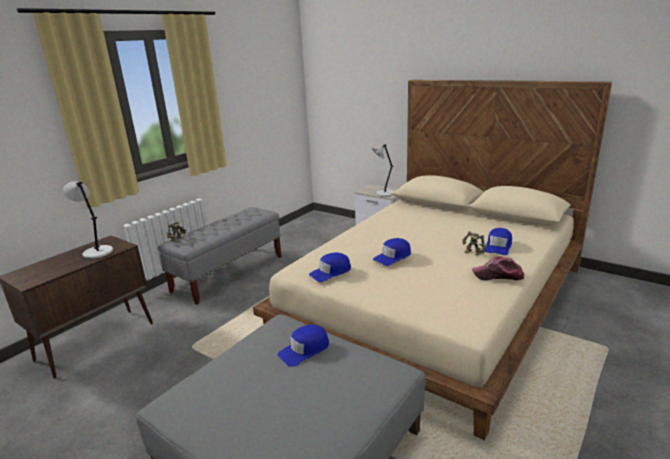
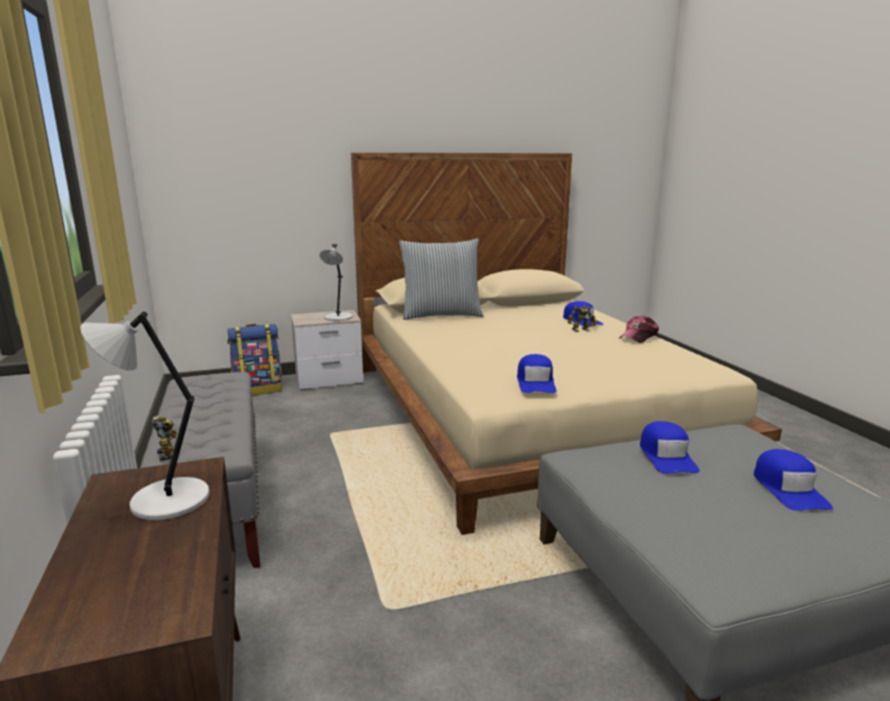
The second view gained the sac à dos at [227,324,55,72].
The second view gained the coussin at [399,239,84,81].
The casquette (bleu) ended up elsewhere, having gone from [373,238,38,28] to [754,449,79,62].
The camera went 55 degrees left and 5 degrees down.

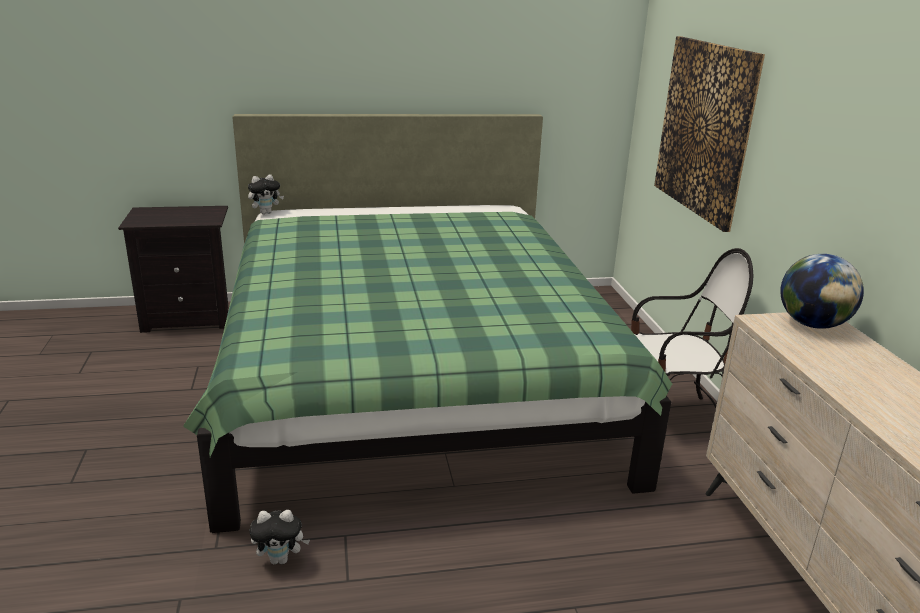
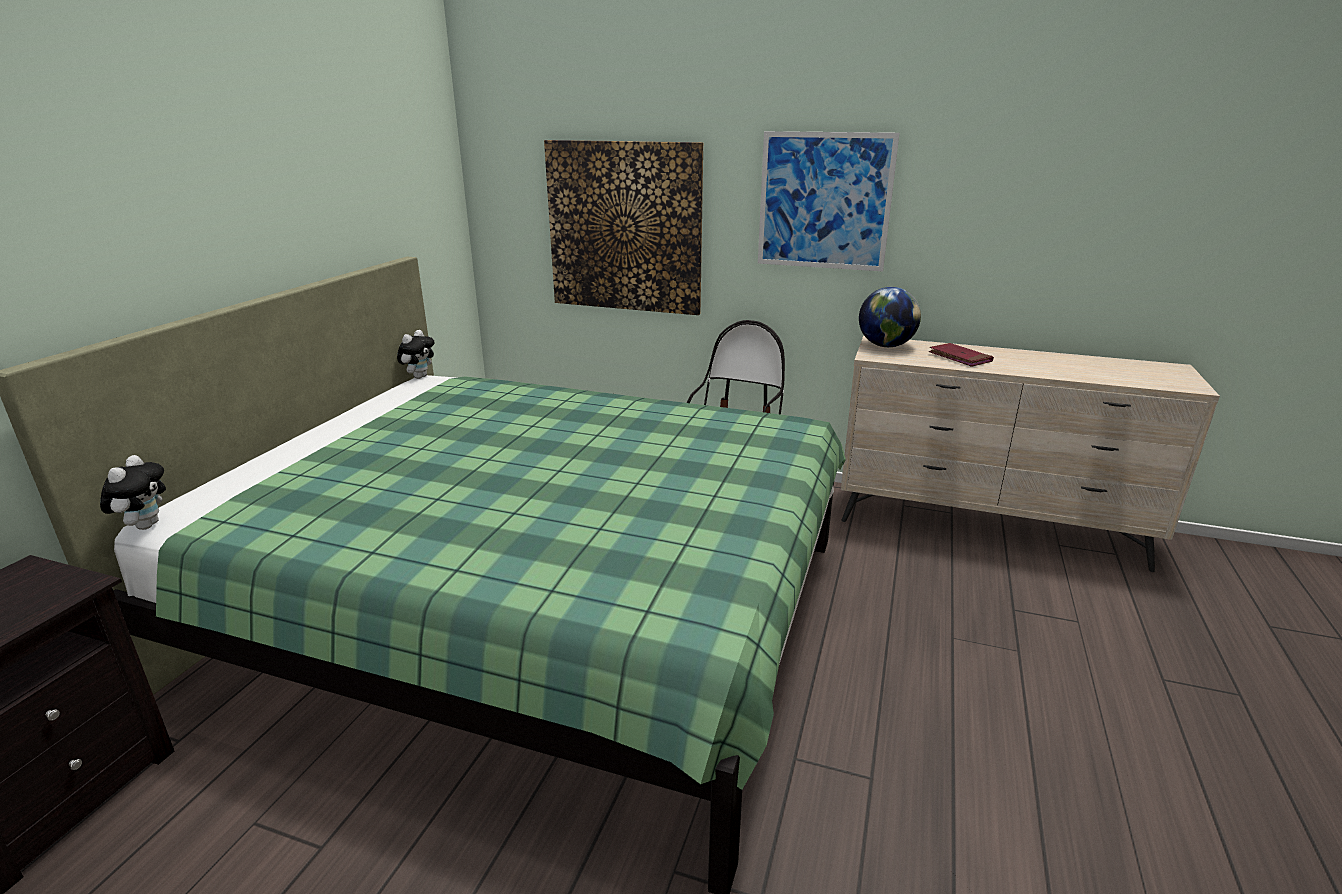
The second view gained the tableau at [758,131,142,140].
The second view gained the livre (rouge) at [929,343,65,24].
The peluche ended up elsewhere, having gone from [250,510,60,54] to [397,330,38,49].
The camera went 60 degrees left and 0 degrees up.

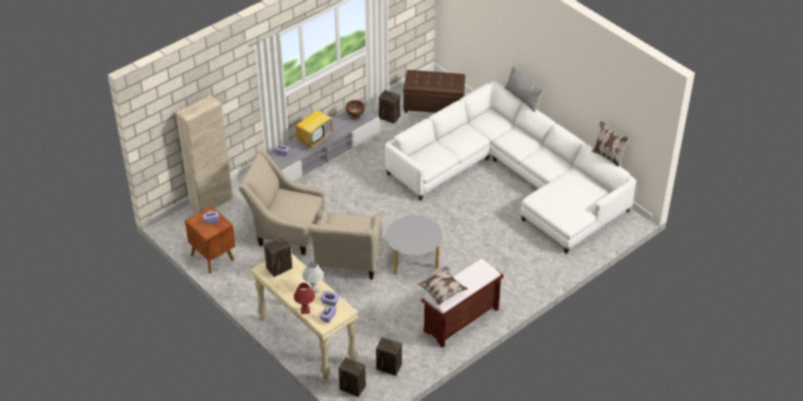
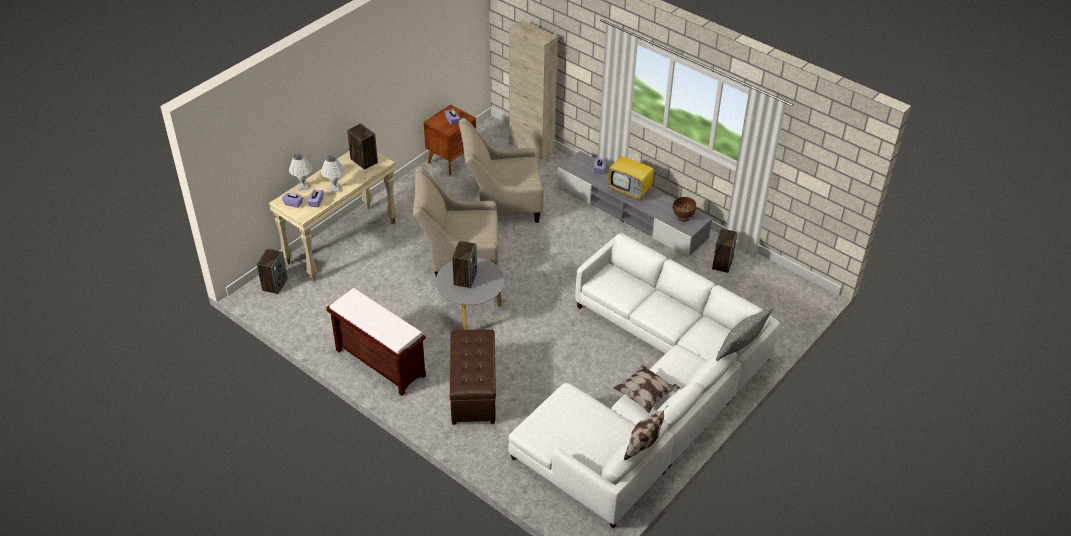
The enceinte ended up elsewhere, having gone from [376,337,26,39] to [452,241,25,48].
The pouf (marron) ended up elsewhere, having gone from [403,70,62,43] to [450,330,46,95].
The coussin ended up elsewhere, having gone from [417,267,51,39] to [613,363,67,50].
What was the lampe de table (rouge) at [294,283,21,31] turned into the lampe de table (blanc) at [289,154,24,37].
The fauteuil (beige) at [238,149,87,106] ended up facing another way, 105 degrees counterclockwise from before.
The camera went 80 degrees right and 0 degrees up.

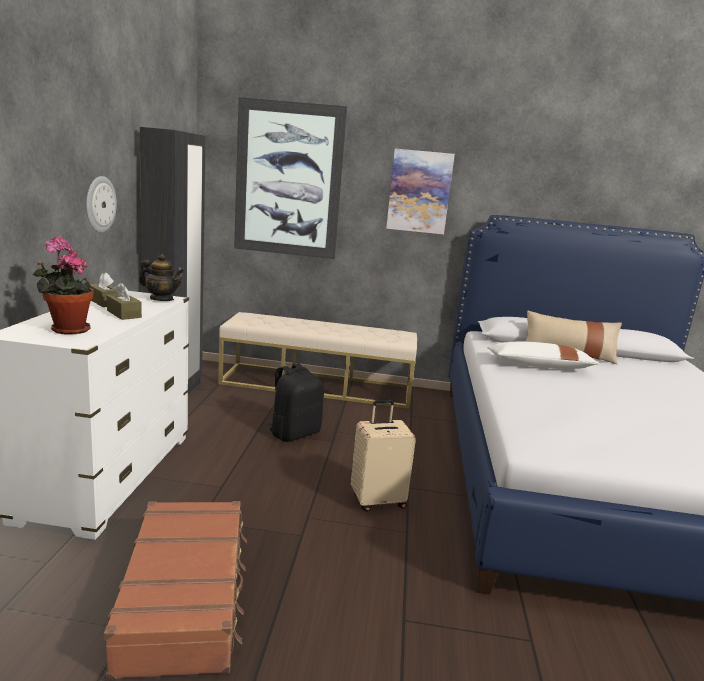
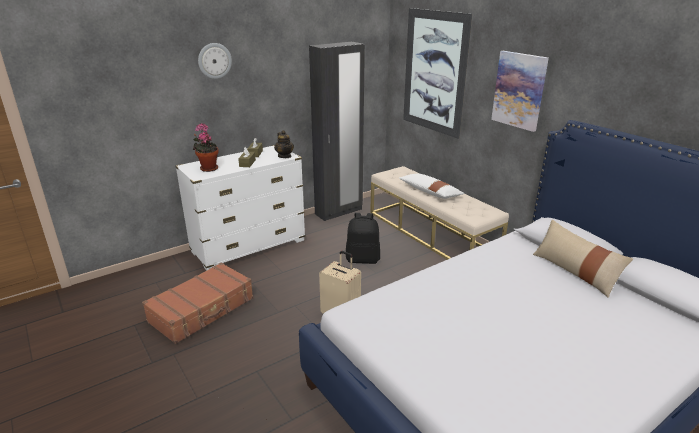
The horloge murale ended up elsewhere, having gone from [86,176,31,57] to [198,43,34,36].
The coussin (blanc) ended up elsewhere, having gone from [487,341,113,28] to [399,173,66,26].
The camera went 50 degrees right and 10 degrees up.

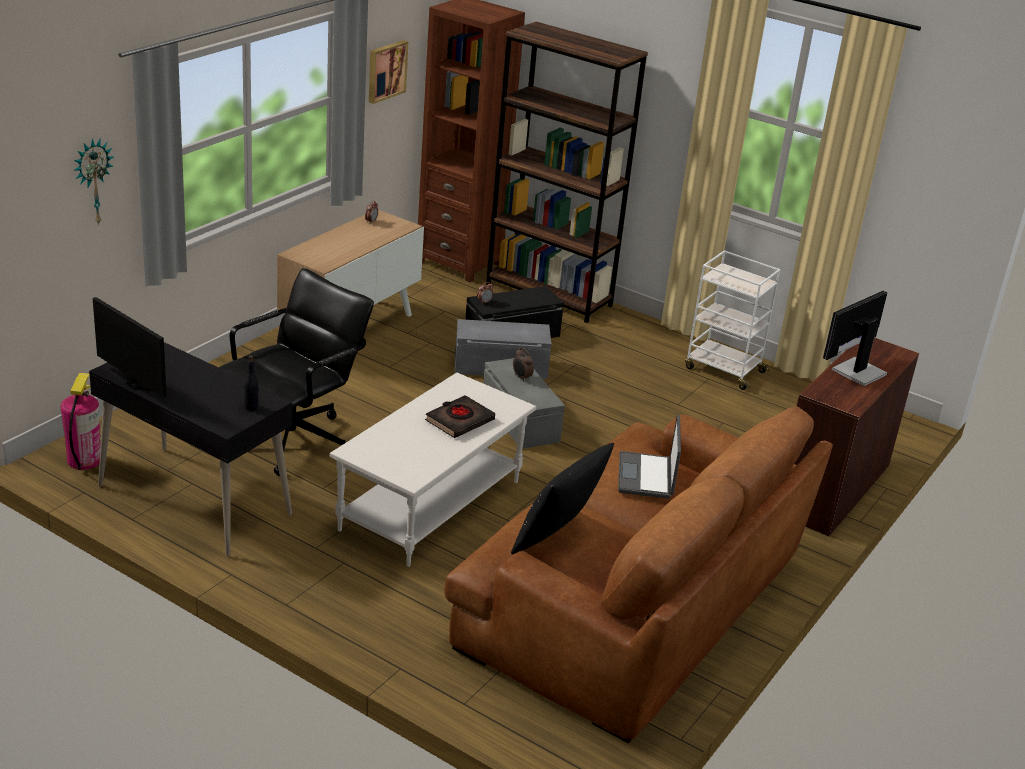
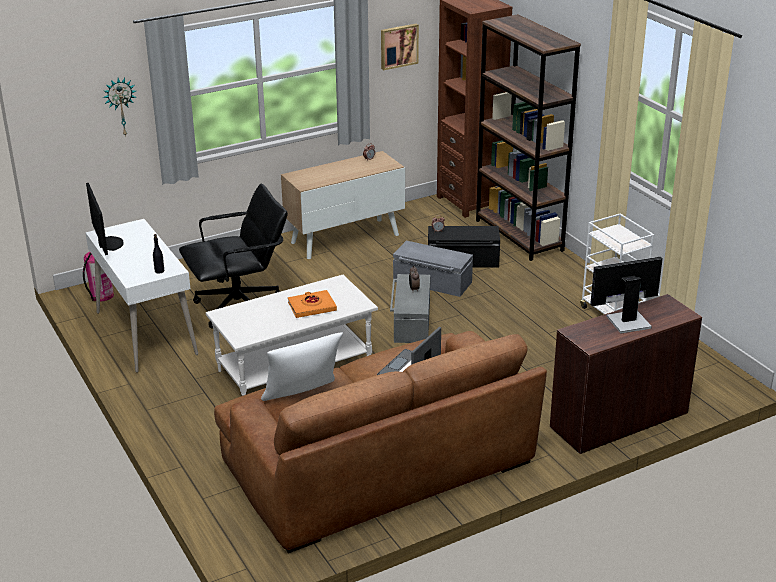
What was the bureau (noir) at [89,342,203,215] turned into the bureau (blanc) at [85,219,113,154].
What was the livre (noir) at [425,395,70,43] turned into the livre (orange) at [288,290,49,28].
What was the coussin (noir) at [511,443,103,111] turned into the coussin (blanc) at [261,333,82,68].
The camera went 30 degrees right and 0 degrees up.

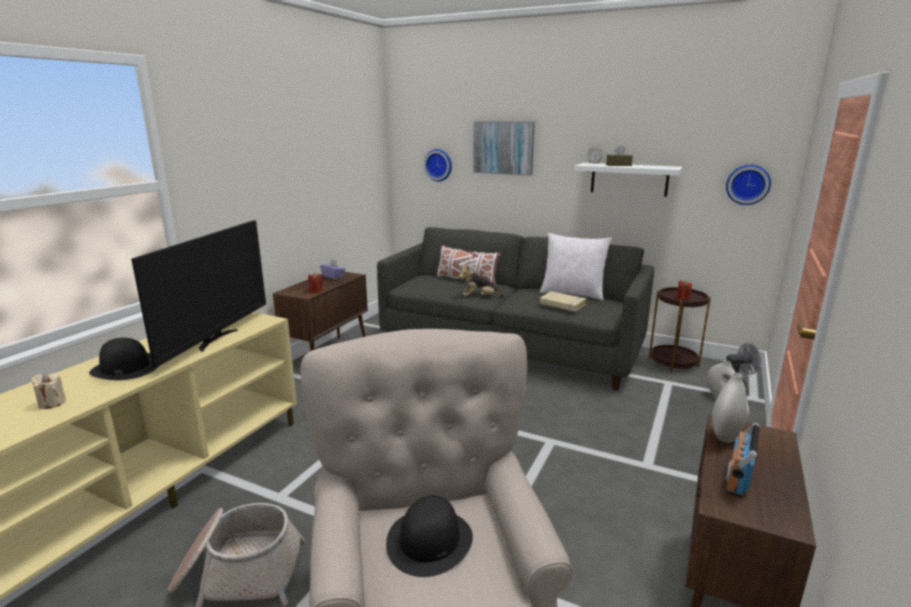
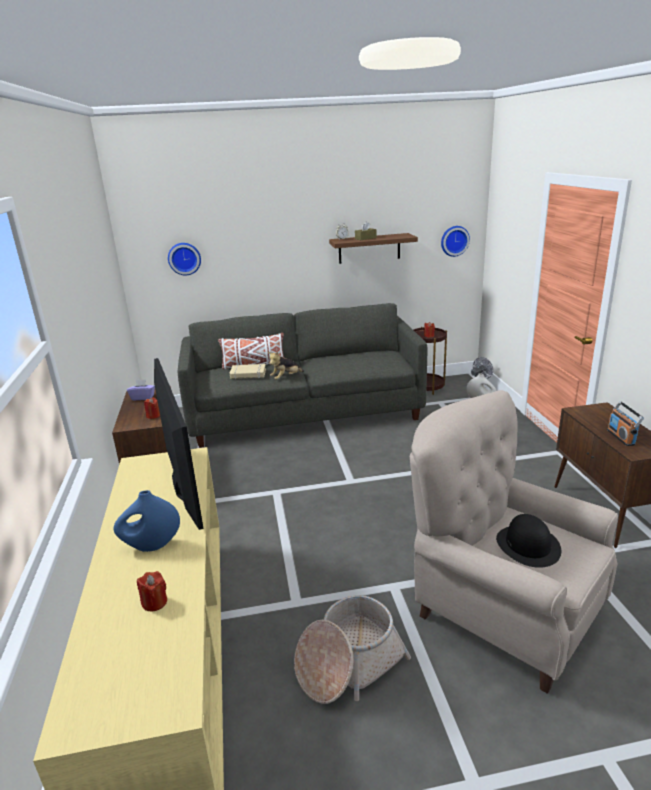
The second view lost the tableau at [473,121,62,55].
The second view lost the coussin (blanc) at [540,233,72,67].
The second view lost the vase (blanc) at [712,373,37,69].
The livre (beige) ended up elsewhere, having gone from [540,291,46,21] to [230,364,36,15].
Where the chapeau (noir) stood at [89,338,69,42], the vase (bleu) came to stand at [114,490,66,62].
What was the bougie (beige) at [31,374,35,35] turned into the bougie (rouge) at [137,571,30,41].
What was the étagère (blanc) at [574,163,109,34] turned into the étagère (marron) at [329,233,89,31].
The camera went 35 degrees left and 5 degrees up.

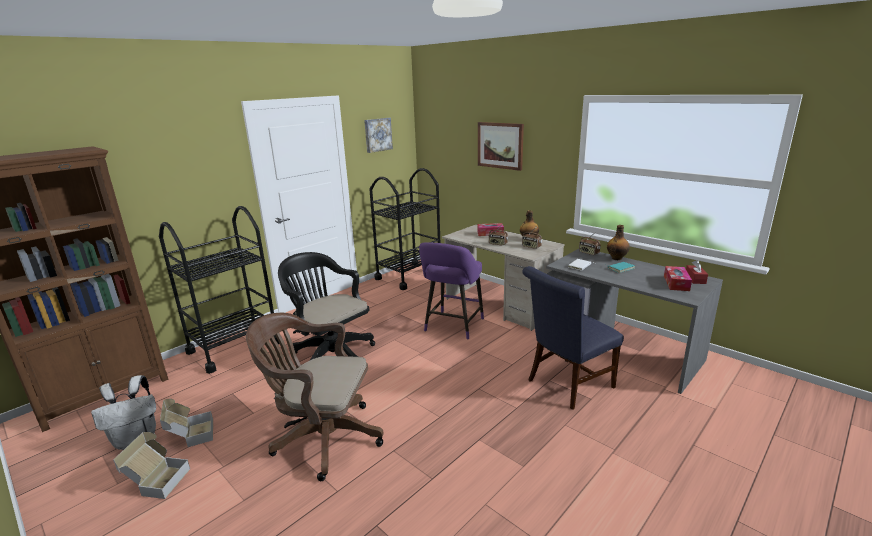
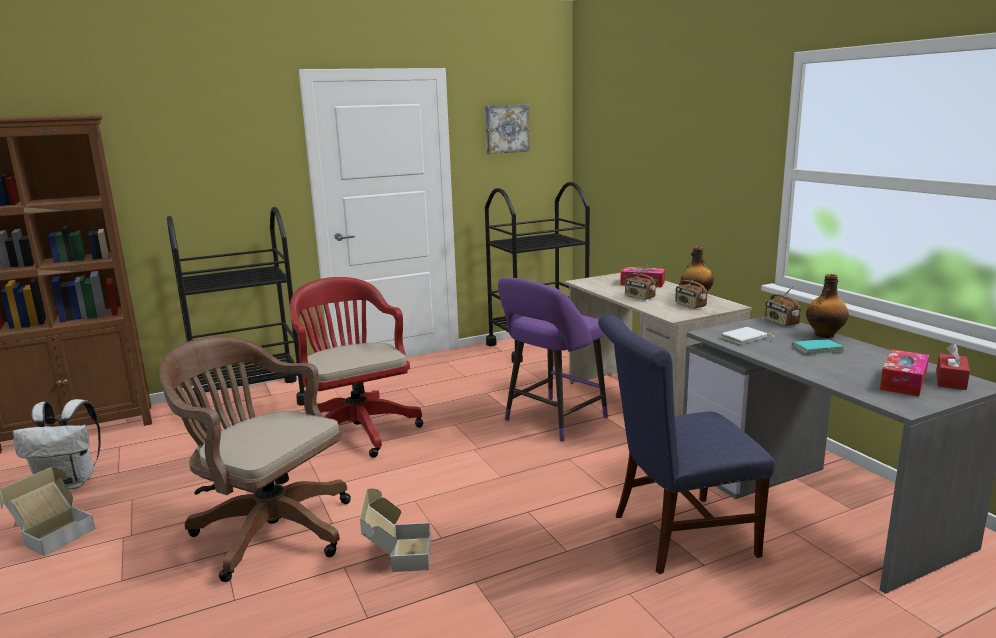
The second view lost the tableau at [478,122,46,49].
The carton ended up elsewhere, having gone from [160,399,53,48] to [360,488,71,84].
What was the chaise de bureau (noir) at [278,252,97,109] turned into the chaise de bureau (rouge) at [290,277,133,181].
The camera went 20 degrees right and 5 degrees down.

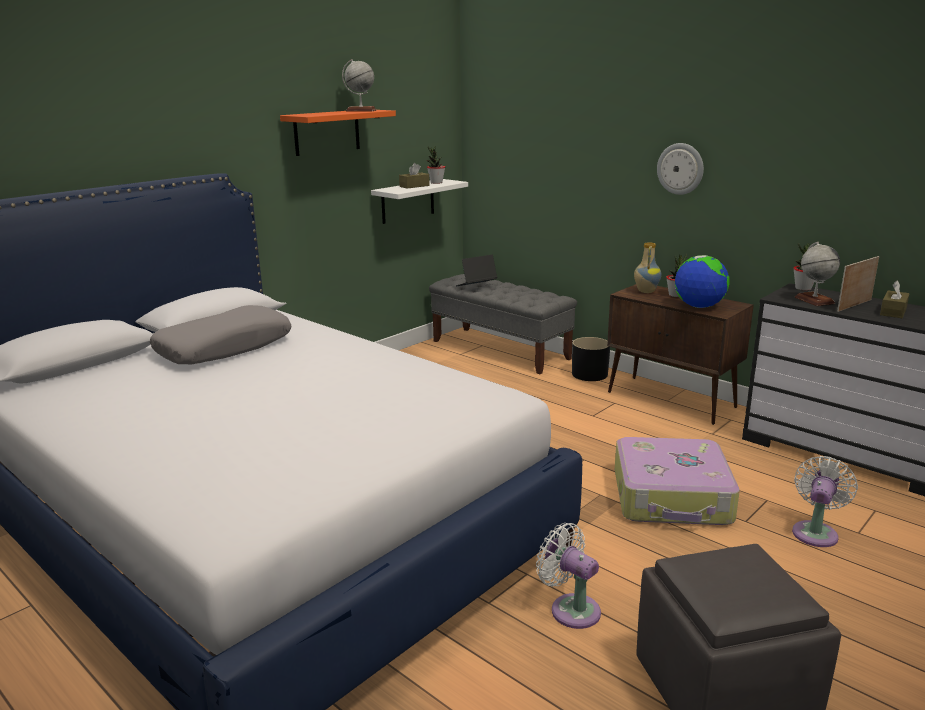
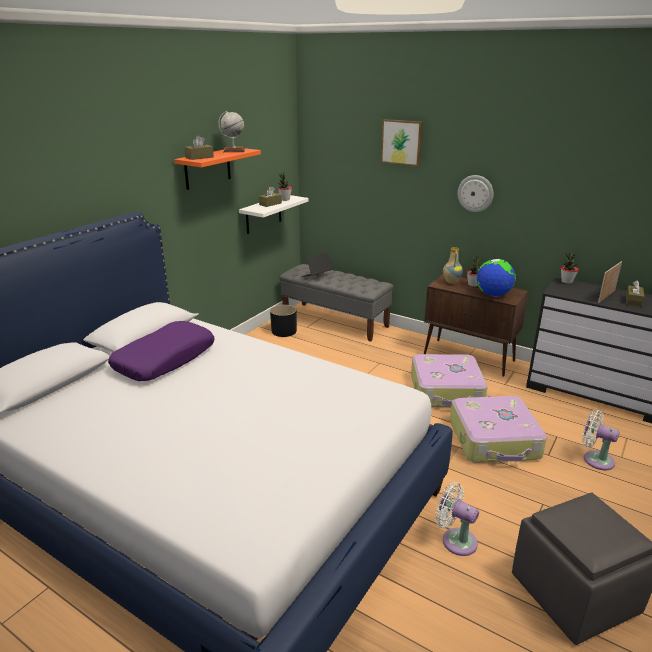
The second view lost the globe at [794,242,46,64].
The second view gained the boîte à mouchoirs (marron) at [184,136,30,24].
The second view gained the tableau at [381,119,42,47].
The second view gained the valise at [411,354,77,53].
The cache-pot (noir) ended up elsewhere, having gone from [572,337,38,44] to [270,305,27,32].
What was the coussin (gris) at [150,305,141,59] turned into the coussin (violet) at [108,321,107,60].
The ventilateur (blanc) at [792,456,66,91] ended up facing another way, 75 degrees counterclockwise from before.
The camera went 10 degrees left and 5 degrees up.

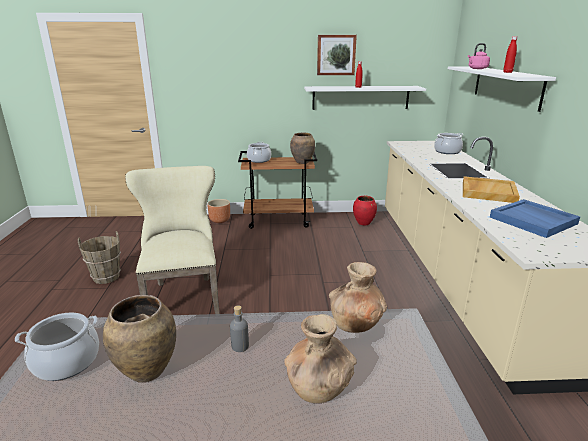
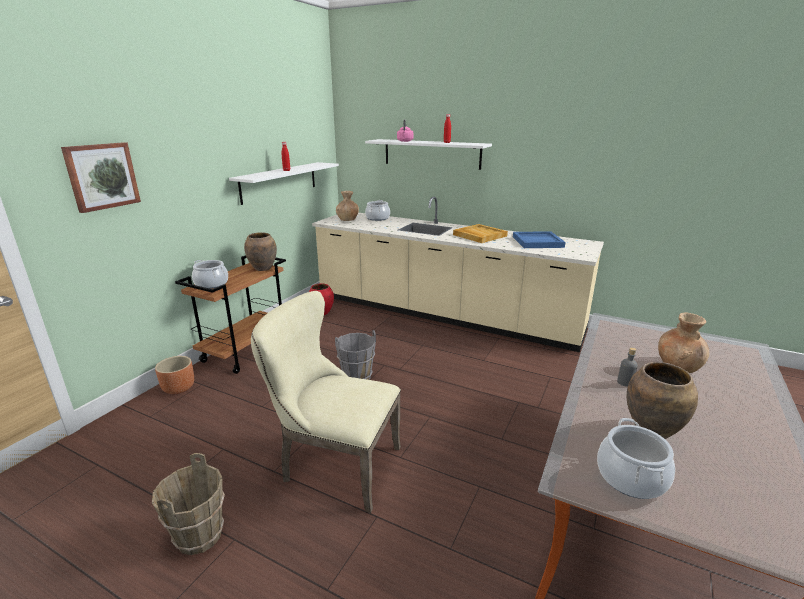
The second view gained the seau (gris) at [335,330,41,50].
The tableau ended up elsewhere, having gone from [317,35,40,40] to [61,142,80,71].
The vase (marron) ended up elsewhere, having gone from [329,262,58,71] to [336,191,23,30].
The camera went 60 degrees left and 0 degrees up.

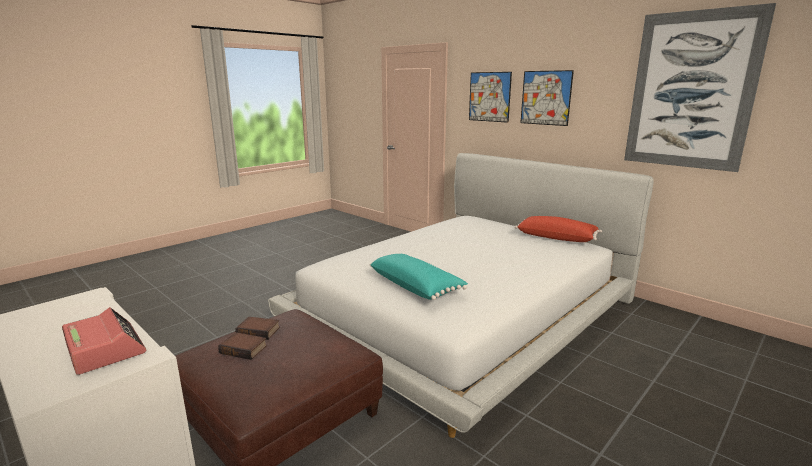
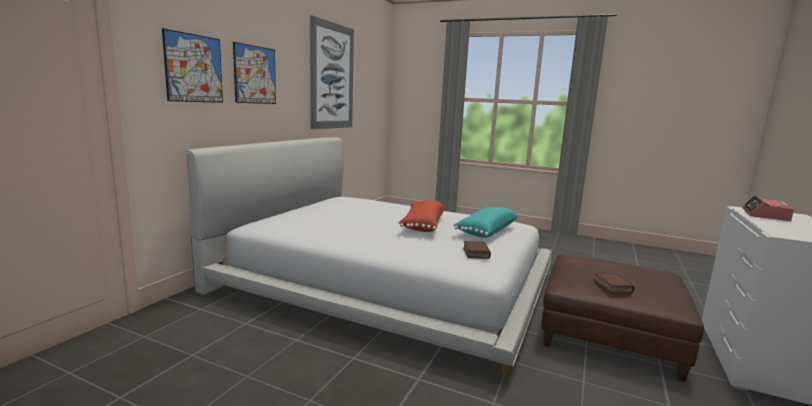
The livre ended up elsewhere, having gone from [218,332,49,28] to [463,241,28,18].
The coussin (rouge) ended up elsewhere, having gone from [515,216,87,26] to [398,200,47,32].
The camera went 110 degrees left and 5 degrees down.

